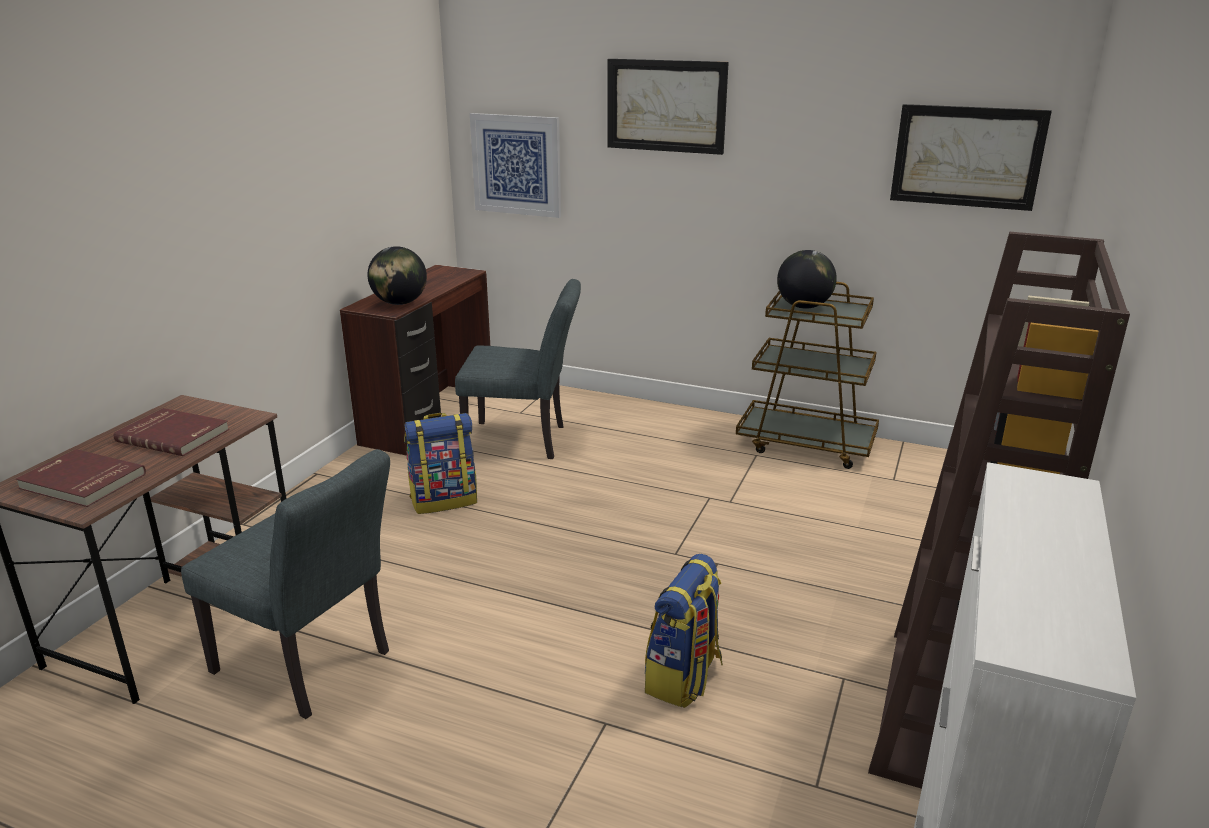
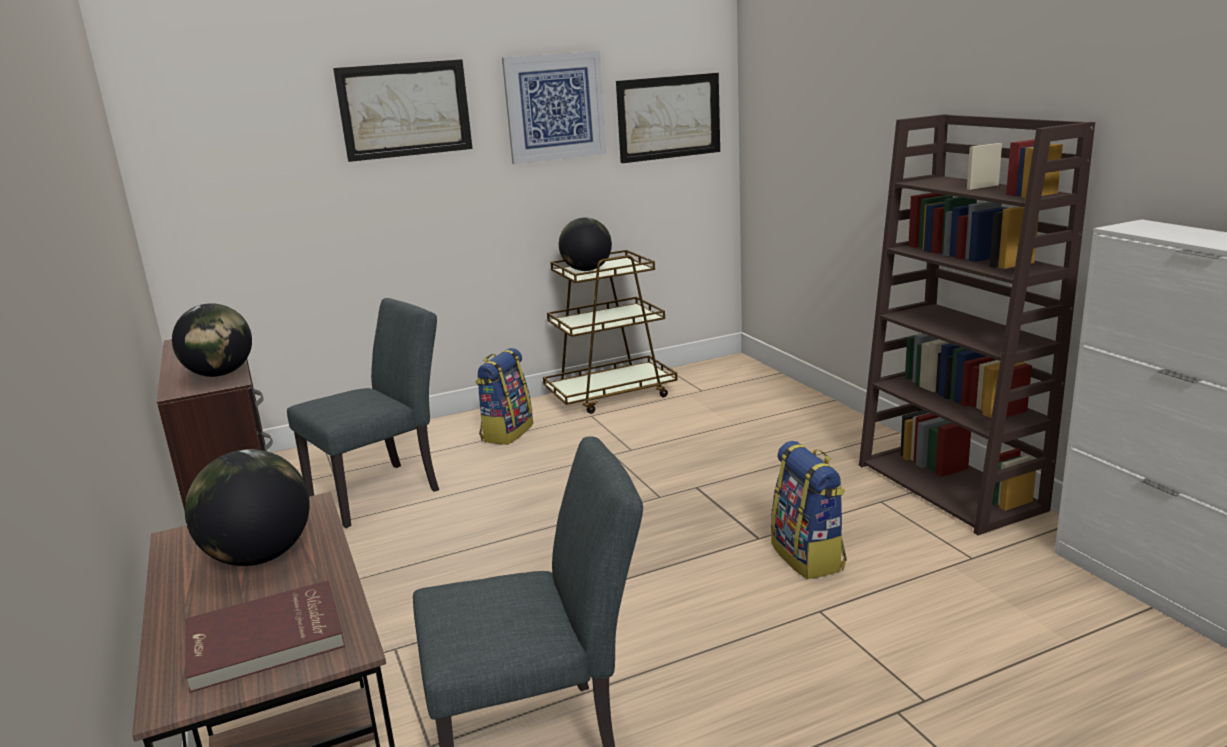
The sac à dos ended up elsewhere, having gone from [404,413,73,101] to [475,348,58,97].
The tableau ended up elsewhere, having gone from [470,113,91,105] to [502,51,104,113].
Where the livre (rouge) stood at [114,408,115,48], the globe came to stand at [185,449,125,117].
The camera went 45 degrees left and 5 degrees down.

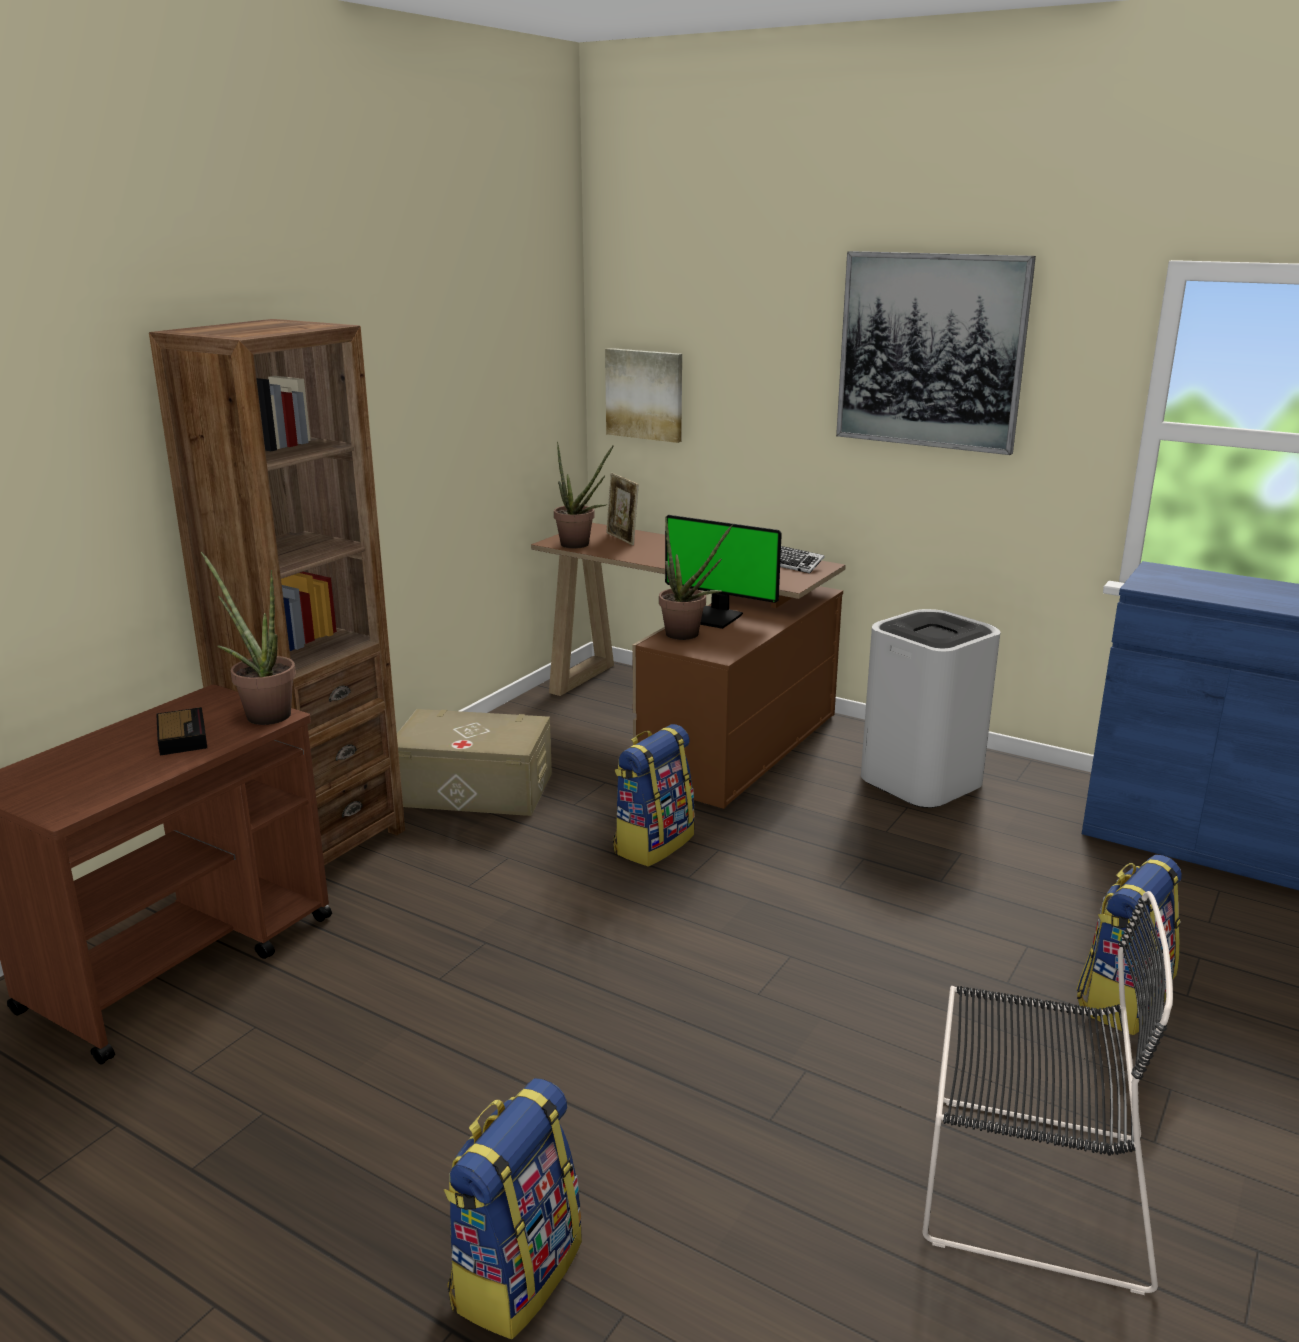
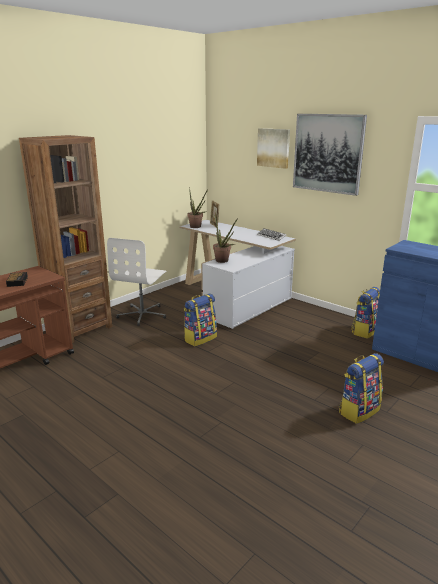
The second view lost the plante en pot at [201,552,95,173].
The second view lost the écran d'ordinateur at [665,515,117,114].
The second view lost the poubelle (blanc) at [861,609,139,199].
The second view lost the chaise (noir) at [922,891,251,404].
The sac à dos ended up elsewhere, having gone from [443,1078,139,261] to [351,287,29,52].
The tableau ended up elsewhere, having gone from [605,348,77,95] to [257,128,33,41].
Where the boîte de rangement (beige) stood at [397,709,155,107], the chaise de bureau (blanc) came to stand at [107,238,60,88].
What was the bureau (marron) at [531,523,315,286] turned into the bureau (blanc) at [179,220,117,109].
The camera went 10 degrees right and 0 degrees up.

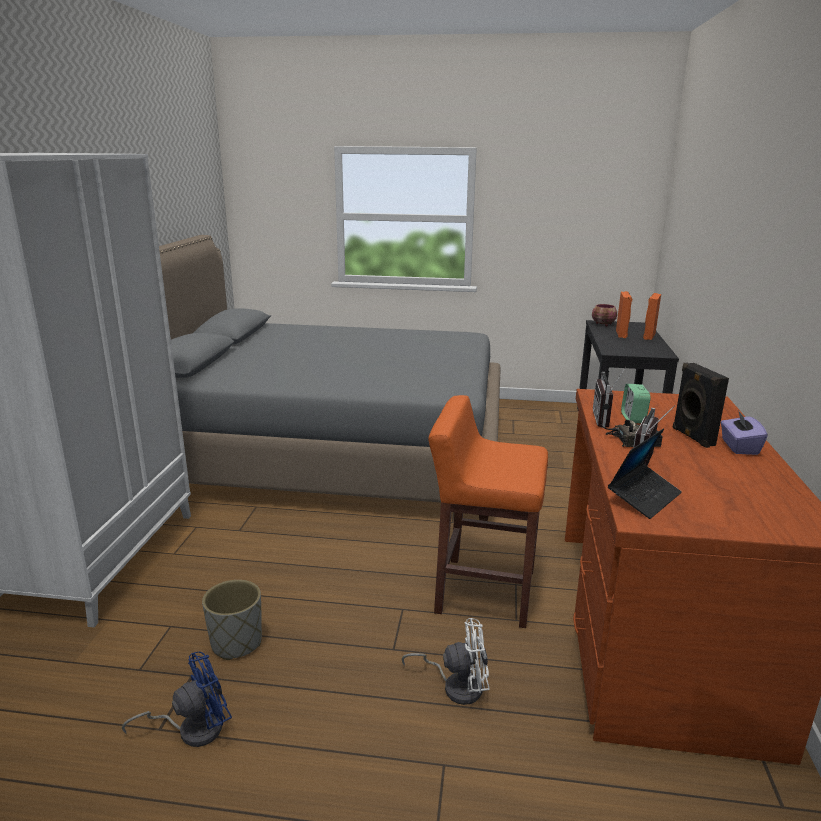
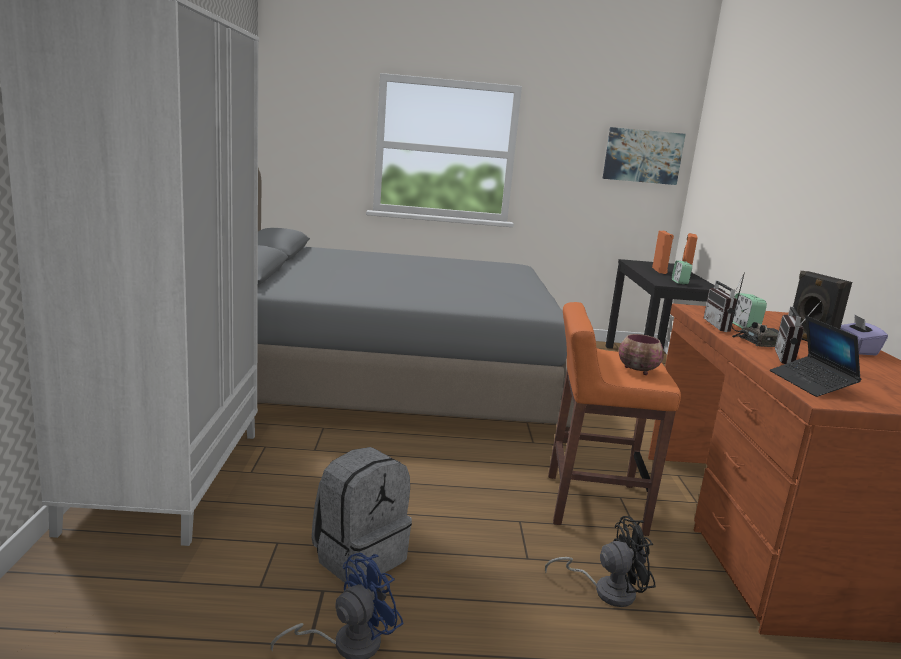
The second view gained the tableau at [603,127,83,58].
The second view gained the réveil at [672,260,20,24].
The bol ended up elsewhere, having gone from [592,304,25,23] to [619,334,45,41].
Where the cache-pot (gris) stood at [202,580,60,80], the sac à dos (gris) came to stand at [312,447,100,139].
What was the ventilateur (blanc) at [401,618,89,87] turned into the ventilateur (noir) at [545,516,111,91].
The ordinateur portable at [608,428,74,91] ended up facing another way, 135 degrees clockwise from before.
The camera went 10 degrees left and 5 degrees down.

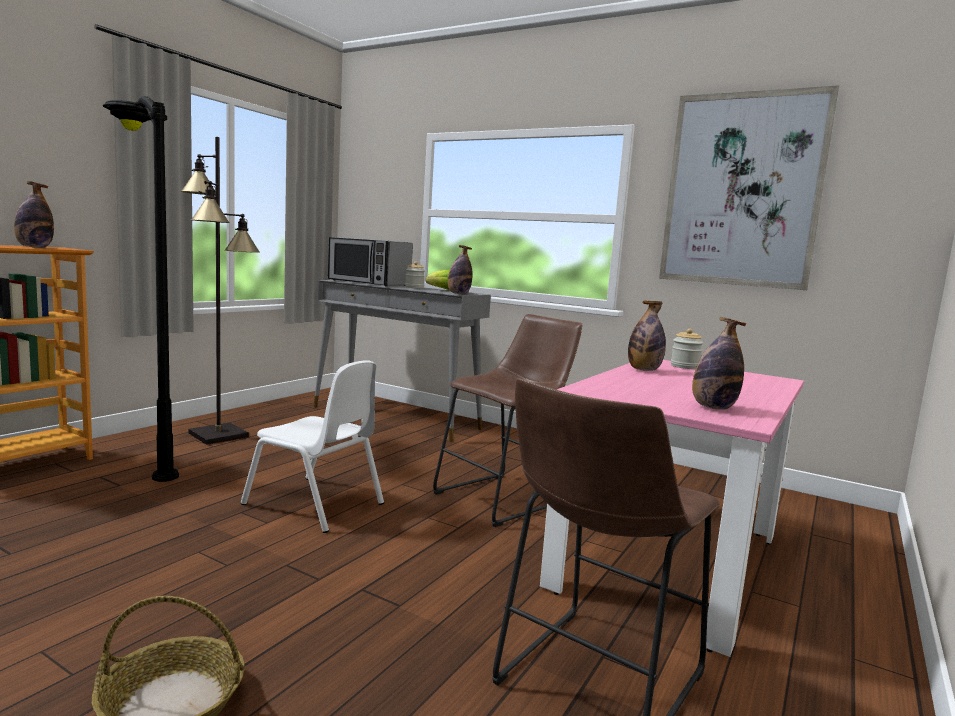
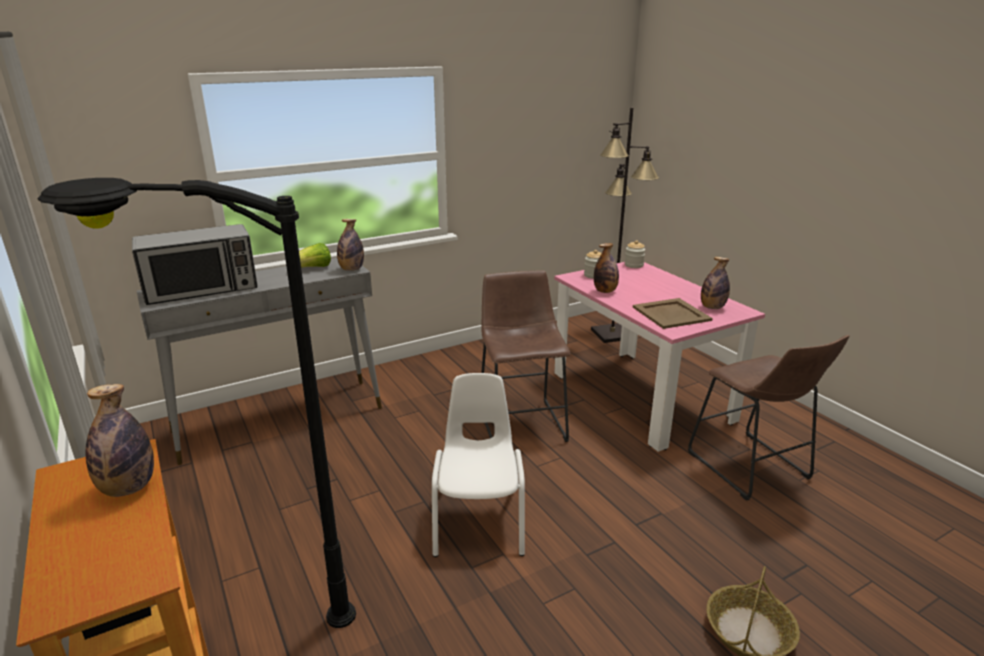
The second view lost the tableau at [659,85,180,205].
The second view gained the plateau (beige) at [633,298,79,31].
The lampadaire (noir) ended up elsewhere, having gone from [181,137,79,308] to [591,107,68,236].
The bocal ended up elsewhere, having gone from [405,261,20,28] to [625,240,20,28].
The chaise (blanc) at [240,360,144,173] ended up facing another way, 60 degrees counterclockwise from before.
The camera went 60 degrees left and 15 degrees up.

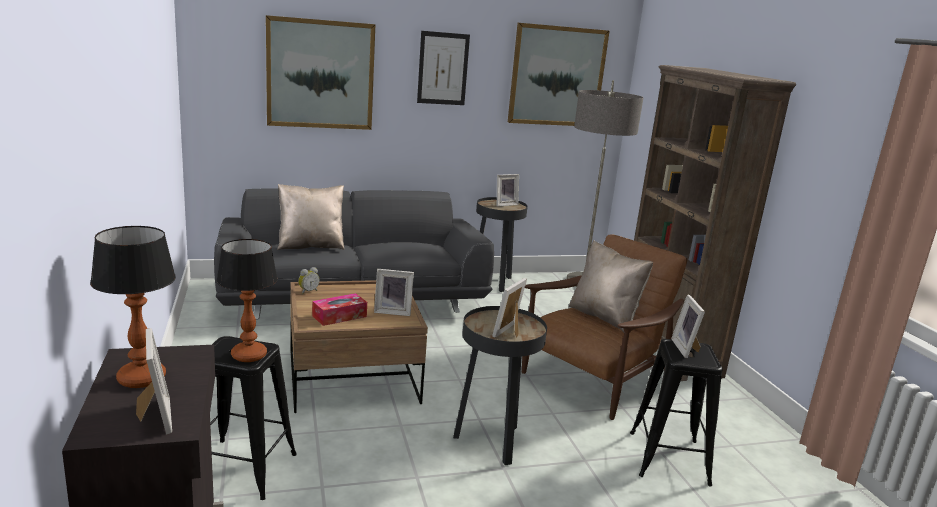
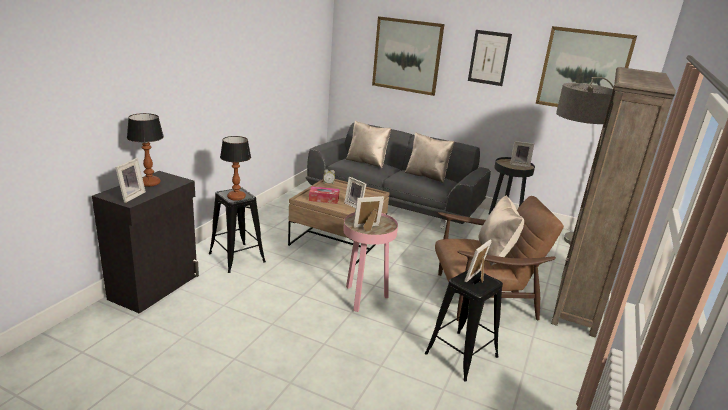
The second view gained the coussin (beige) at [405,132,50,51].
What was the table d'appoint (noir) at [453,306,94,159] turned into the table d'appoint (rose) at [343,212,55,100].
The camera went 40 degrees right and 5 degrees up.

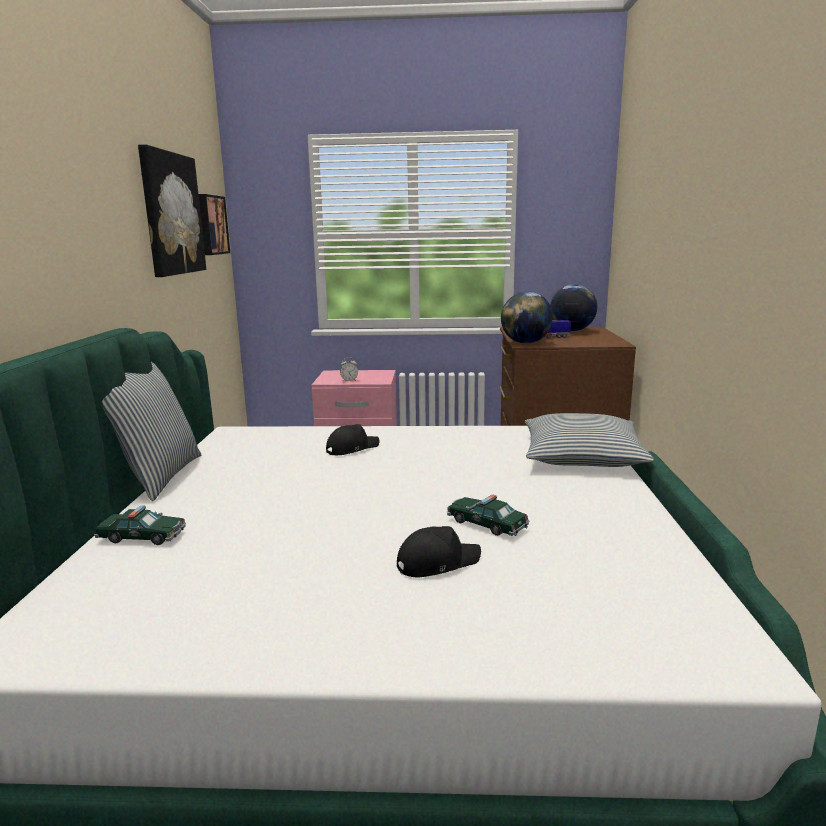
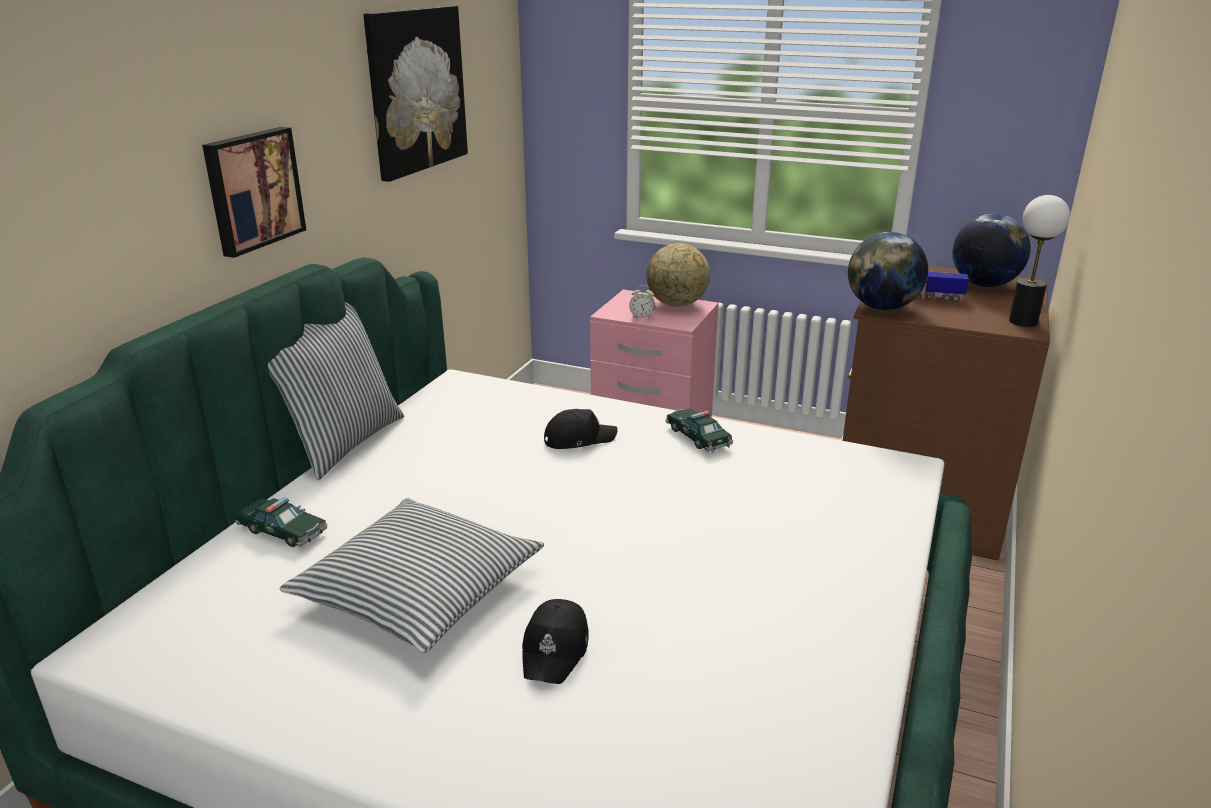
The second view gained the globe at [647,243,63,64].
The second view gained the lampe de table at [1009,195,61,132].
The tableau ended up elsewhere, having gone from [198,194,32,61] to [202,127,104,131].
The petite voiture ended up elsewhere, having gone from [447,494,82,42] to [665,408,68,45].
The coussin ended up elsewhere, having gone from [525,413,129,54] to [279,498,265,155].
The casquette (noir) at [397,526,84,51] ended up facing another way, 105 degrees clockwise from before.
The camera went 20 degrees right and 10 degrees up.

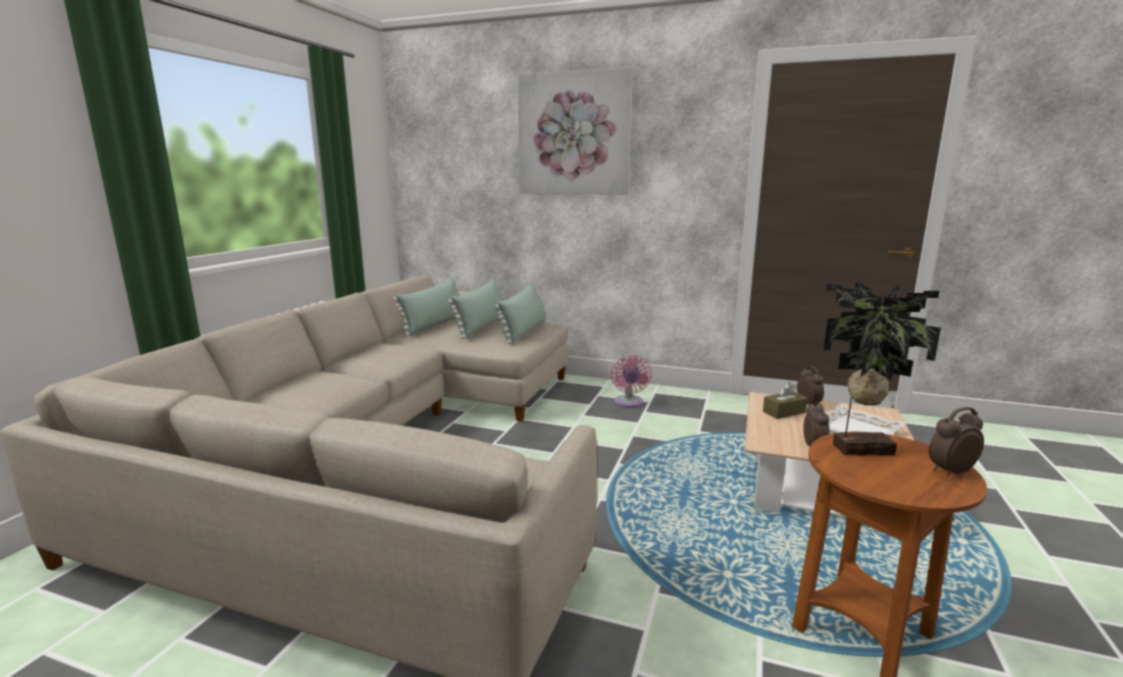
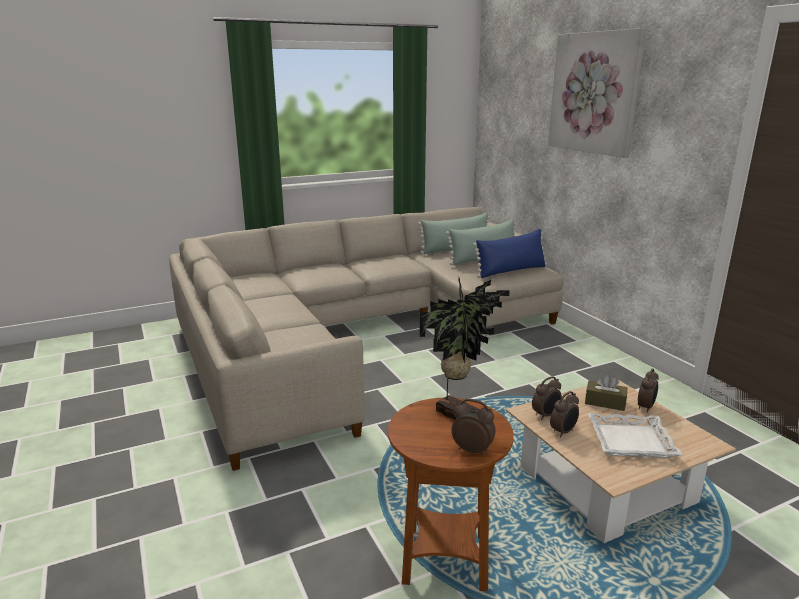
The second view lost the ventilateur (rose) at [611,355,41,53].
The second view gained the réveil at [532,376,30,44].
What was the coussin (vert) at [494,283,51,61] turned into the coussin (bleu) at [473,229,74,49].
The camera went 45 degrees right and 5 degrees up.

